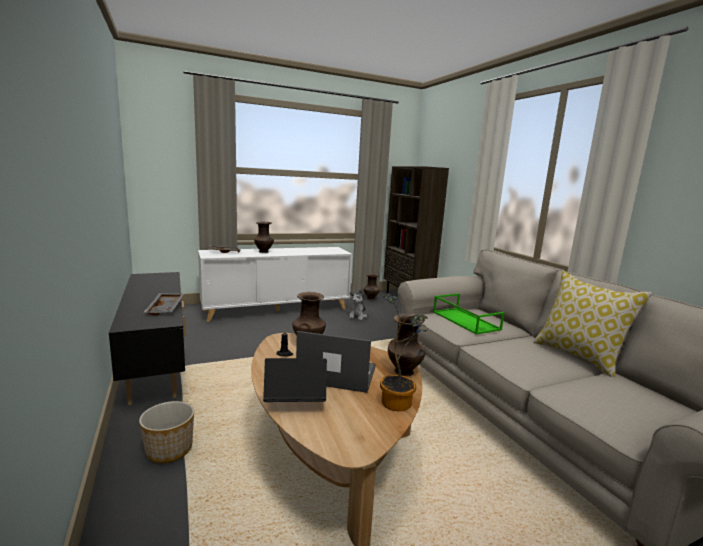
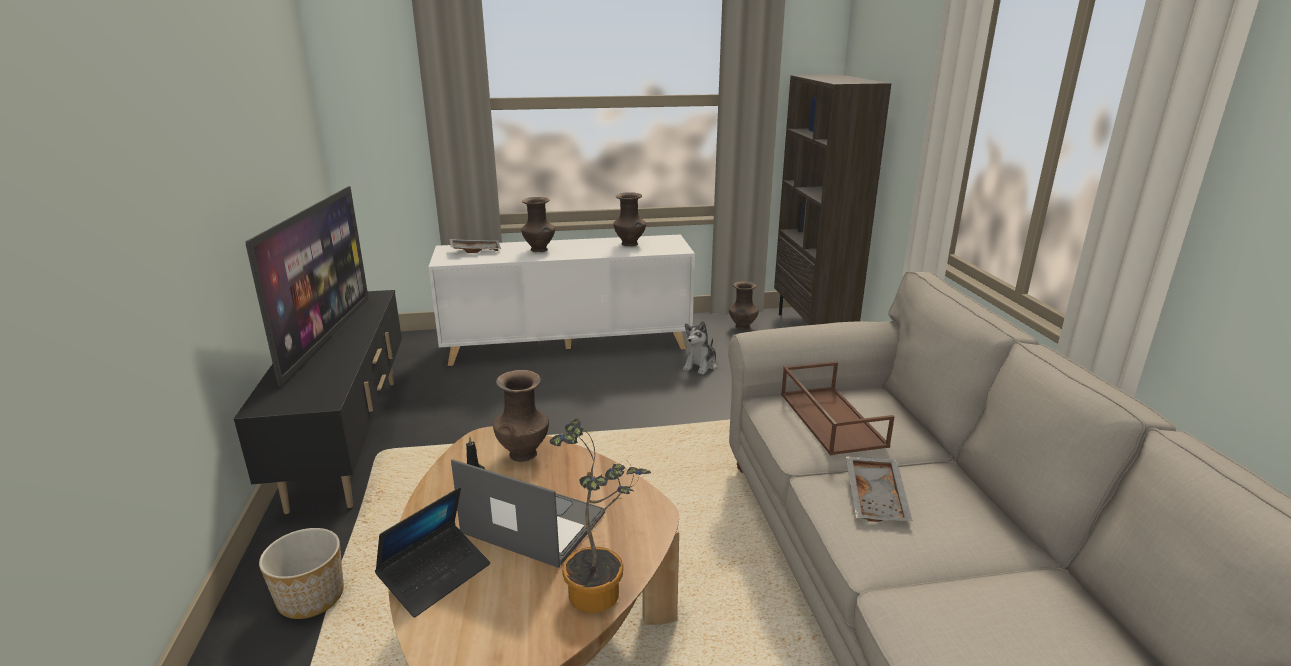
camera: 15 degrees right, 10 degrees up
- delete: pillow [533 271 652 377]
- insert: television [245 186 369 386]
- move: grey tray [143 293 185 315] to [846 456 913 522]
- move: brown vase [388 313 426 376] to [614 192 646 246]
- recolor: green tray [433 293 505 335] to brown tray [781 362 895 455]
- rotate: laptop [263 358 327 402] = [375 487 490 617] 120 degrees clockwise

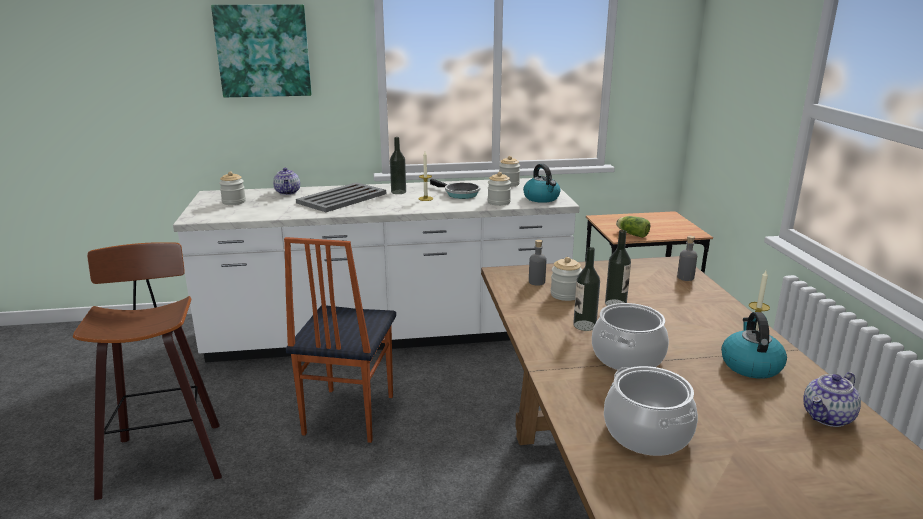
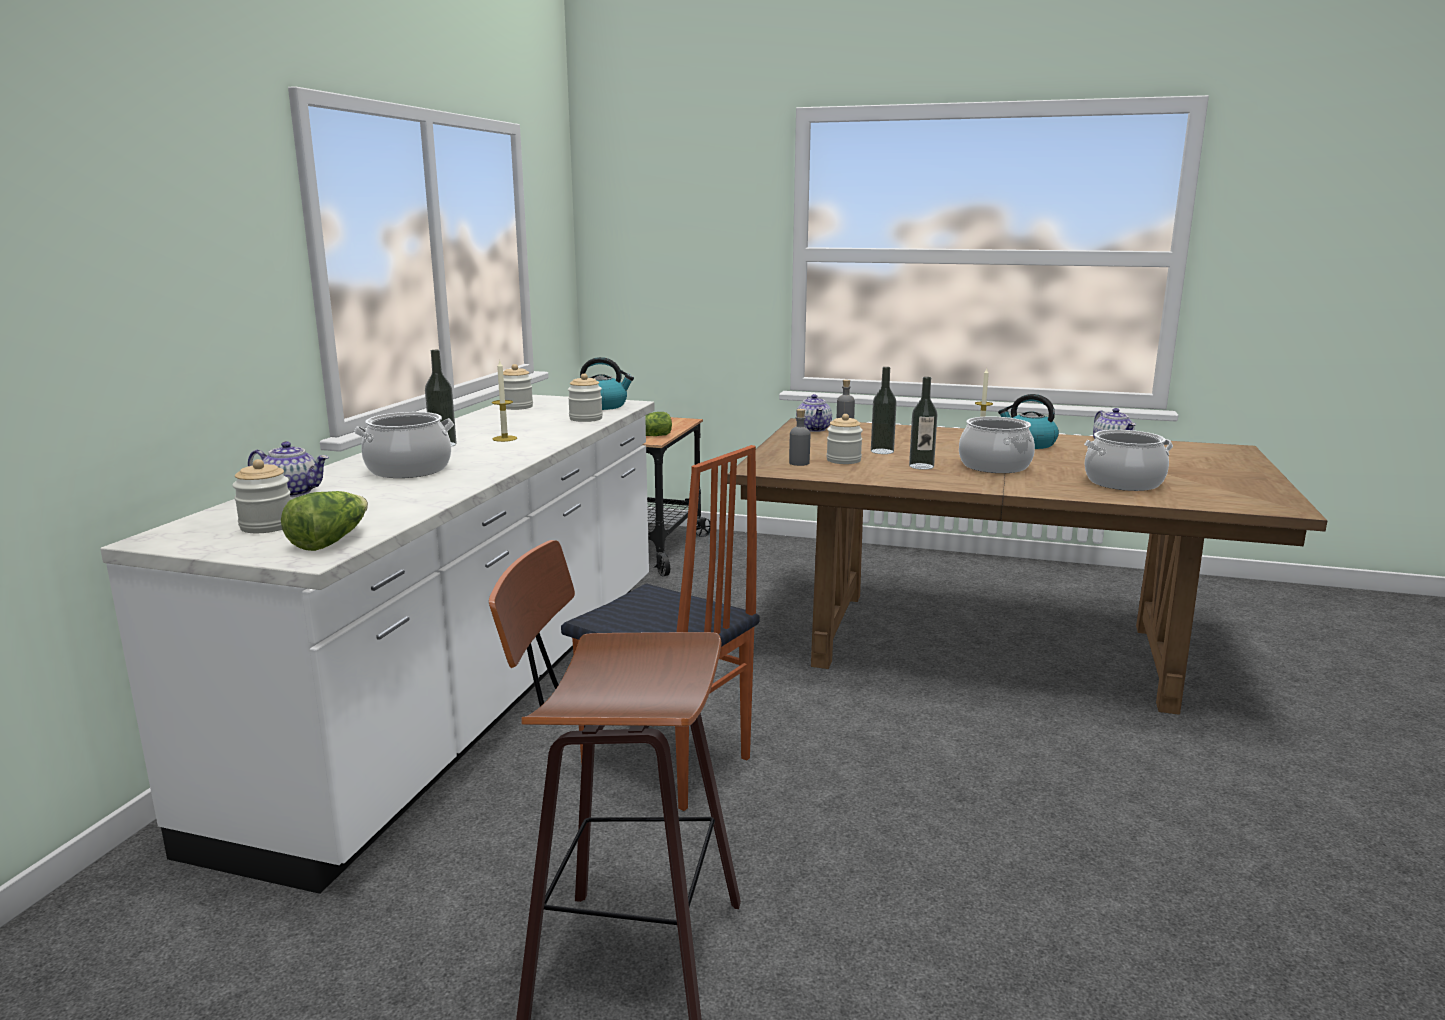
camera: 65 degrees left, 5 degrees down
- delete: picture [211 4 312 97]
- delete: frying pan [430 179 480 199]
- insert: lettuce [281 491 368 551]
- insert: teapot [796 394 832 432]
- replace: grey tray [296 182 386 212] to cooking pot [354 412 454 478]

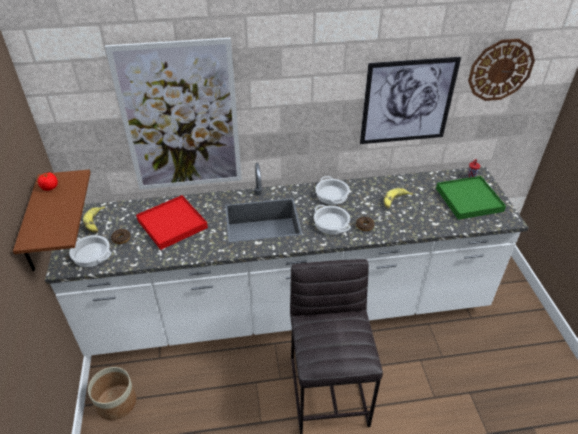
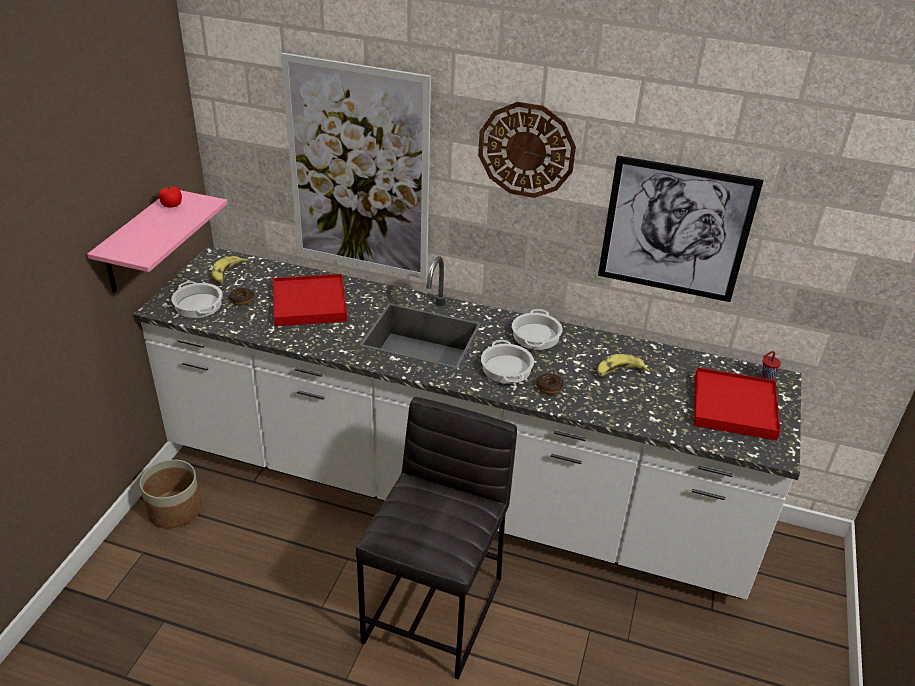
camera: 25 degrees right, 5 degrees down
- move: wall clock [468 39 535 101] to [478 102 576 198]
- recolor: brown shelf [13 170 91 271] to pink shelf [87 190 228 292]
- recolor: green tray [436 176 506 220] to red tray [694 367 780 441]

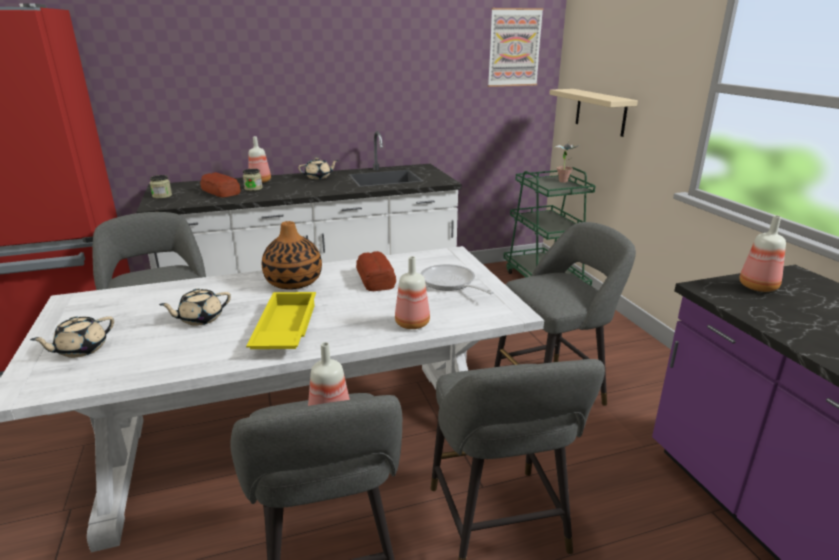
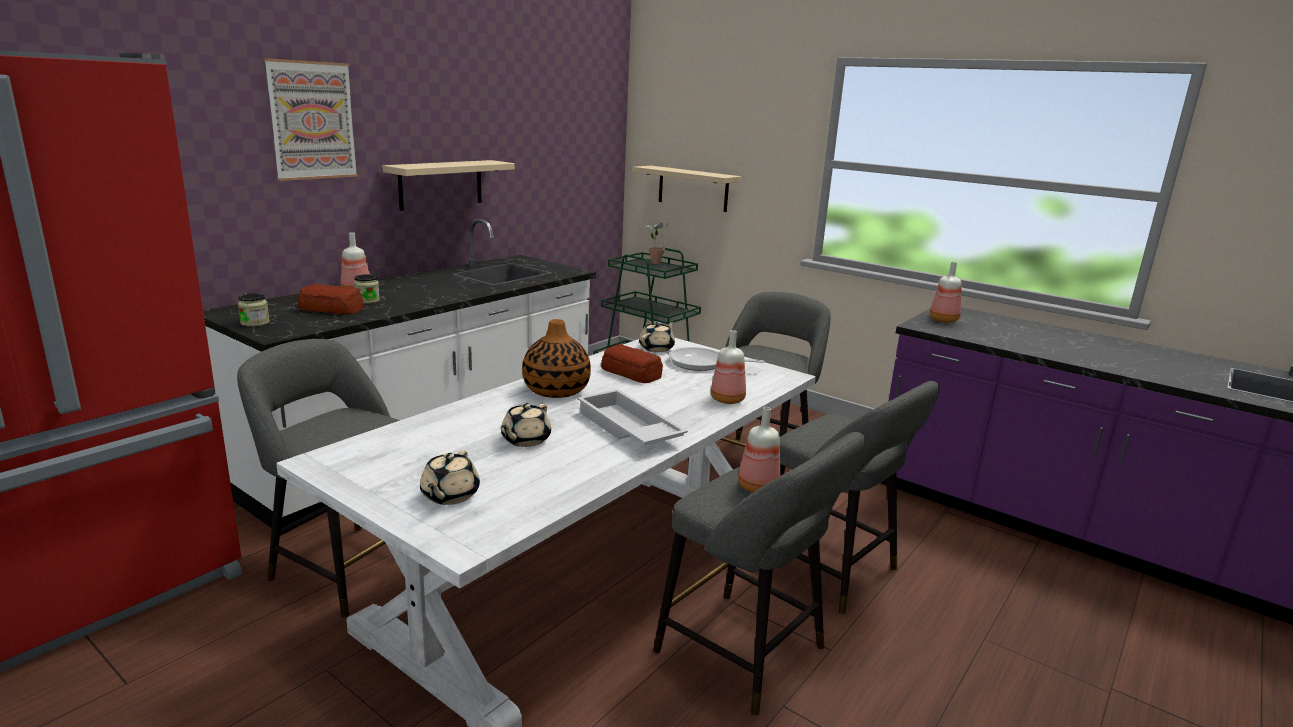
camera: 35 degrees left, 5 degrees down
- insert: beige shelf [382 160 515 211]
- move: beige teapot [298 157 338 179] to [639 321 675 352]
- move: picture [488 8 544 87] to [264 58 358 181]
- recolor: yellow tray [246 292 316 349] to white tray [577 389 688 446]

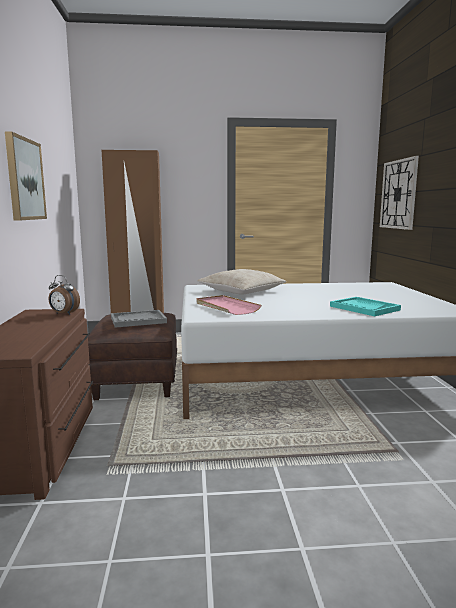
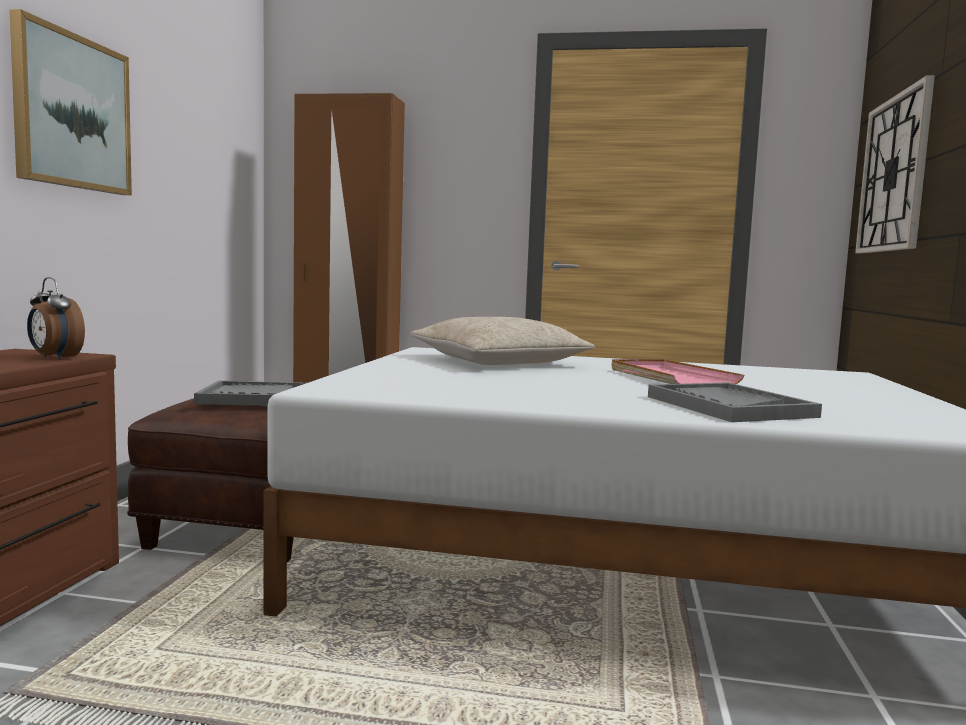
camera: 15 degrees right, 5 degrees down
- move: pink tray [196 295 262 315] to [611 359 744 384]
- recolor: turquoise tray [330 297 401 316] to grey tray [648 382 822 422]

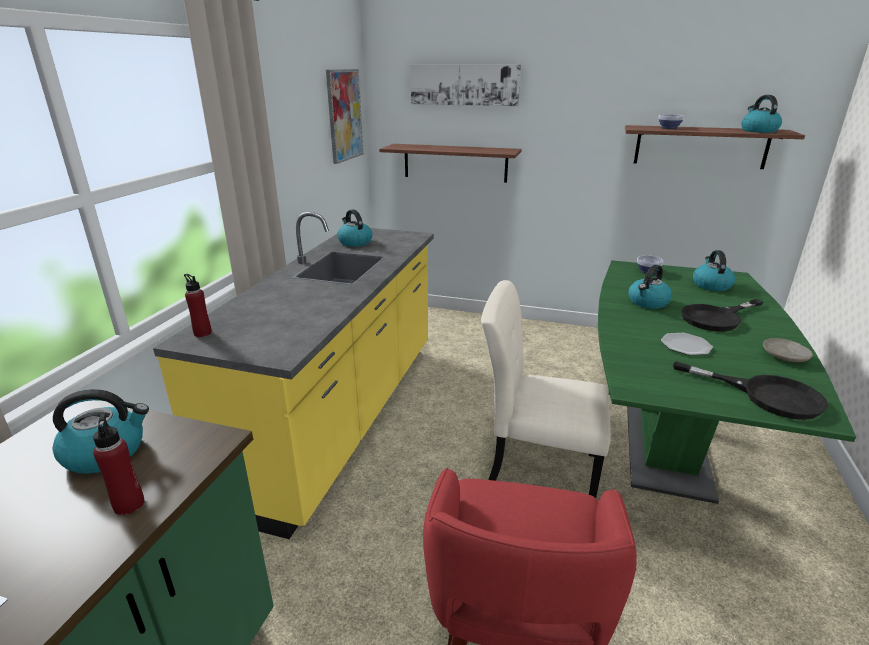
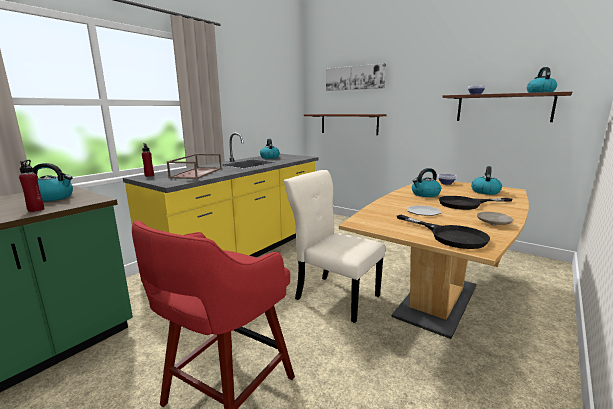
camera: 20 degrees right, 10 degrees down
- delete: picture [326 69 363 164]
- insert: brown tray [167 154 222 179]
- recolor: green dining table [598 260 856 504] to brown dining table [339 179 529 339]

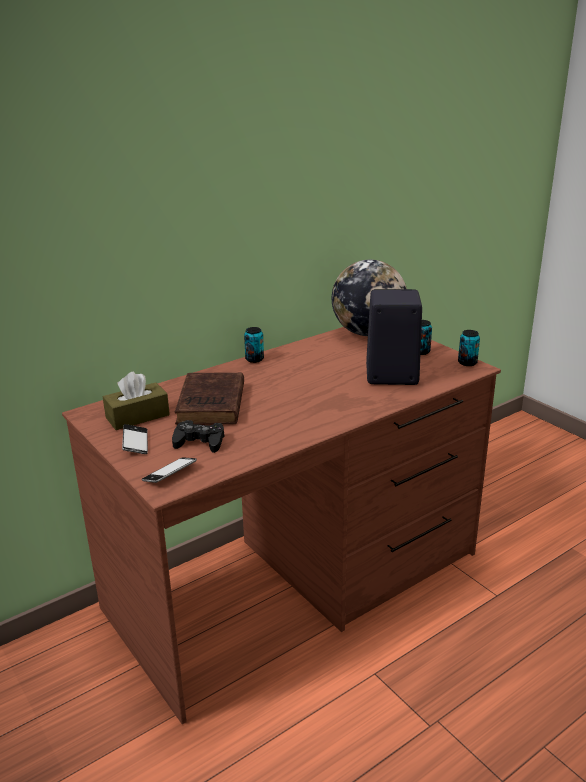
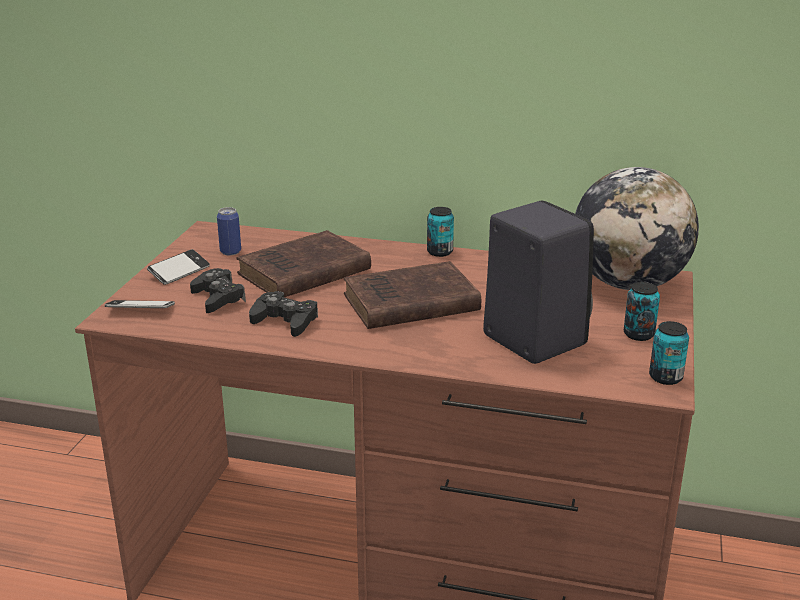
camera: 50 degrees right, 0 degrees up
- insert: black game controller [249 291 318 337]
- insert: brown book [344 261 481 329]
- replace: brown tissue box [103 371 170 430] to can [217 207 241 255]

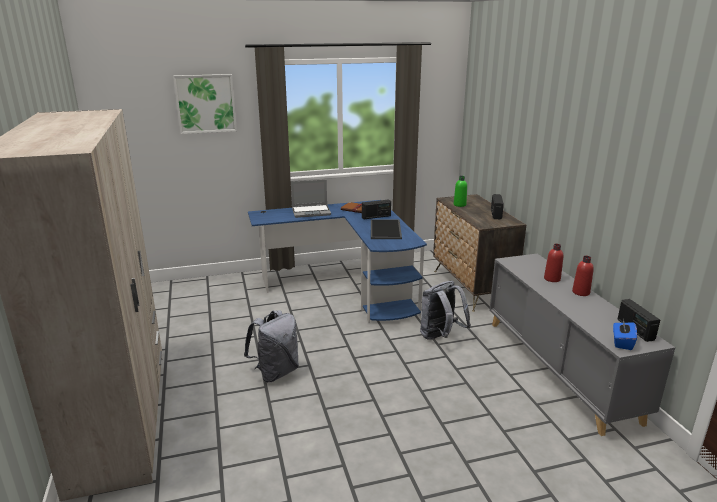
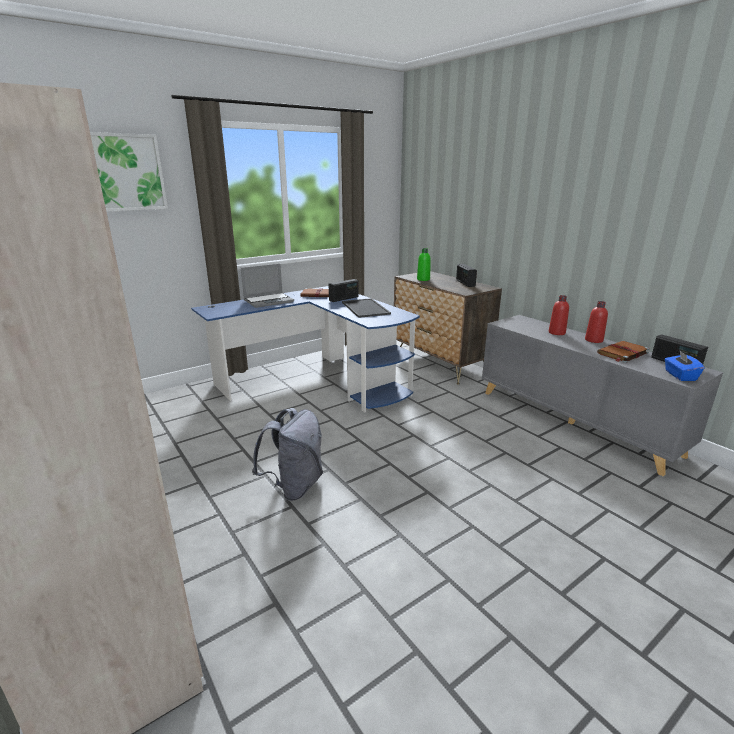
camera: 20 degrees left, 0 degrees up
- delete: grey backpack [420 281 471 340]
- insert: brown book [597 341 650 363]

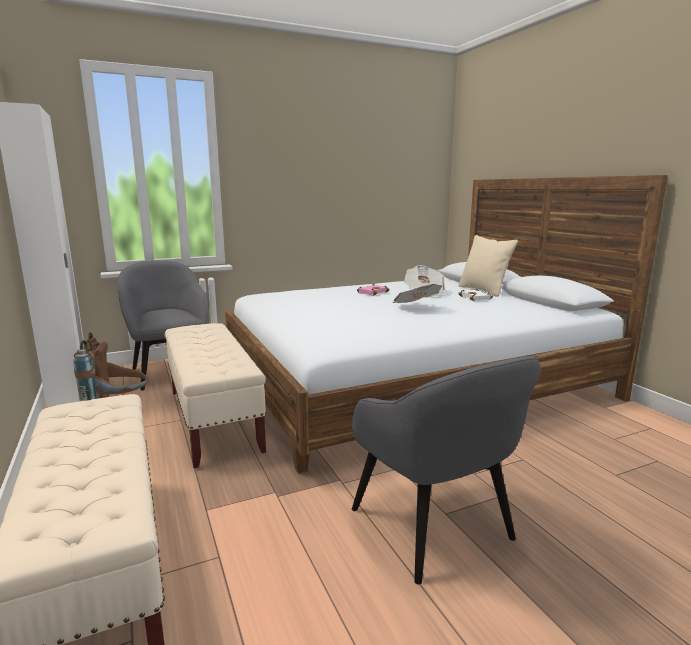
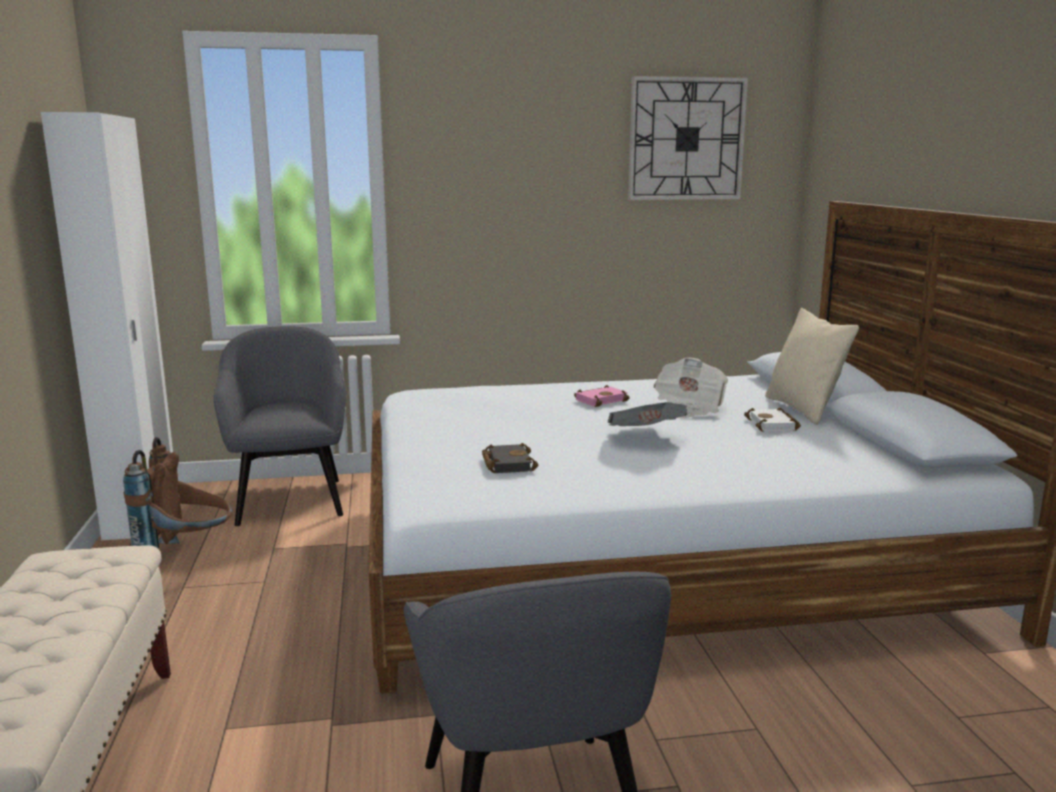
camera: 15 degrees right, 0 degrees up
- delete: beige bench [165 323 266 468]
- insert: black book [482 443 538 473]
- insert: wall clock [628 76 748 200]

